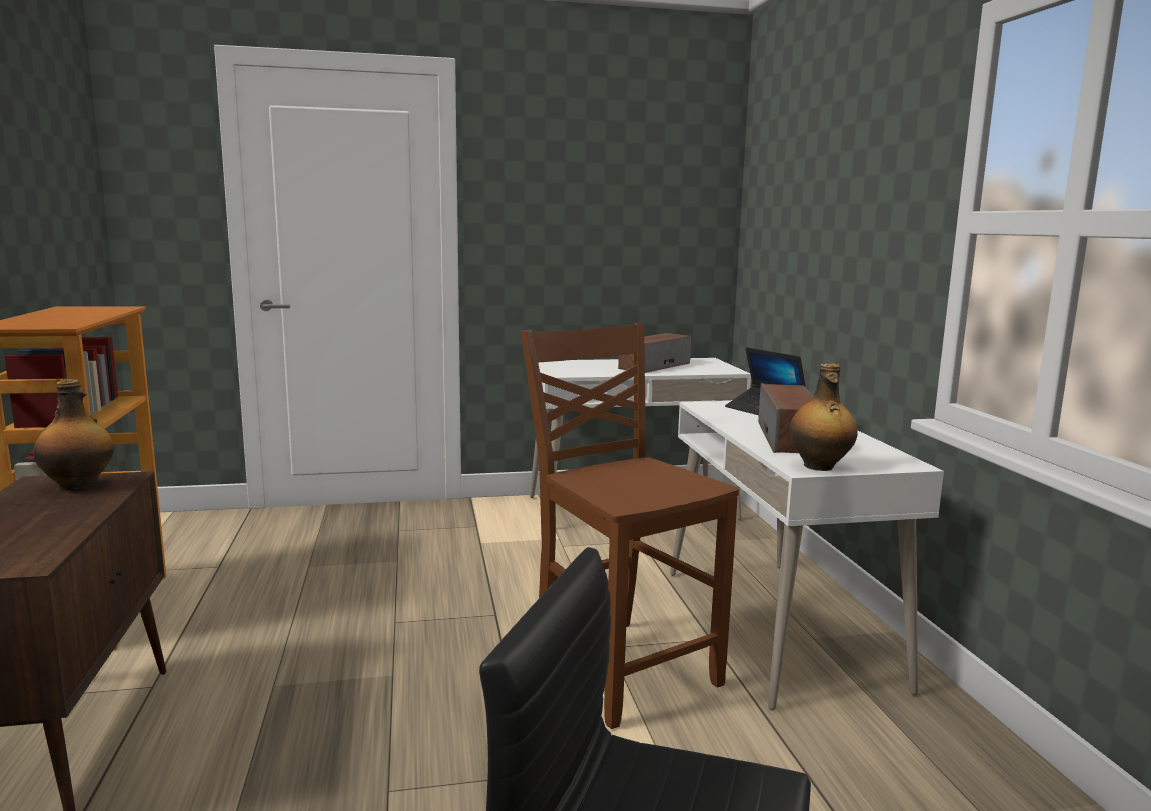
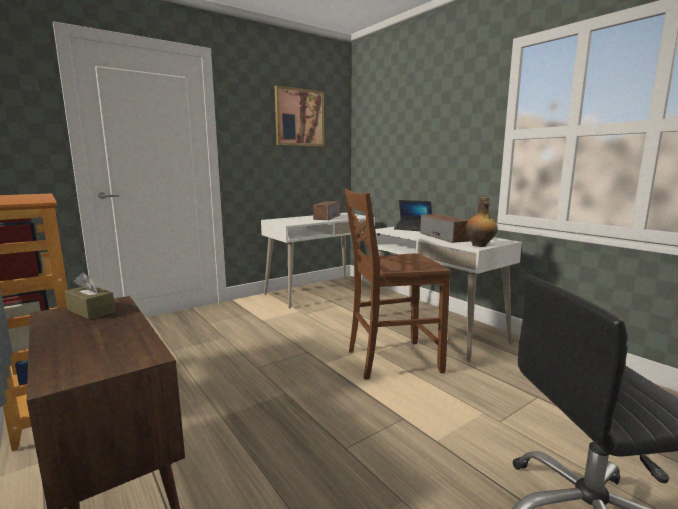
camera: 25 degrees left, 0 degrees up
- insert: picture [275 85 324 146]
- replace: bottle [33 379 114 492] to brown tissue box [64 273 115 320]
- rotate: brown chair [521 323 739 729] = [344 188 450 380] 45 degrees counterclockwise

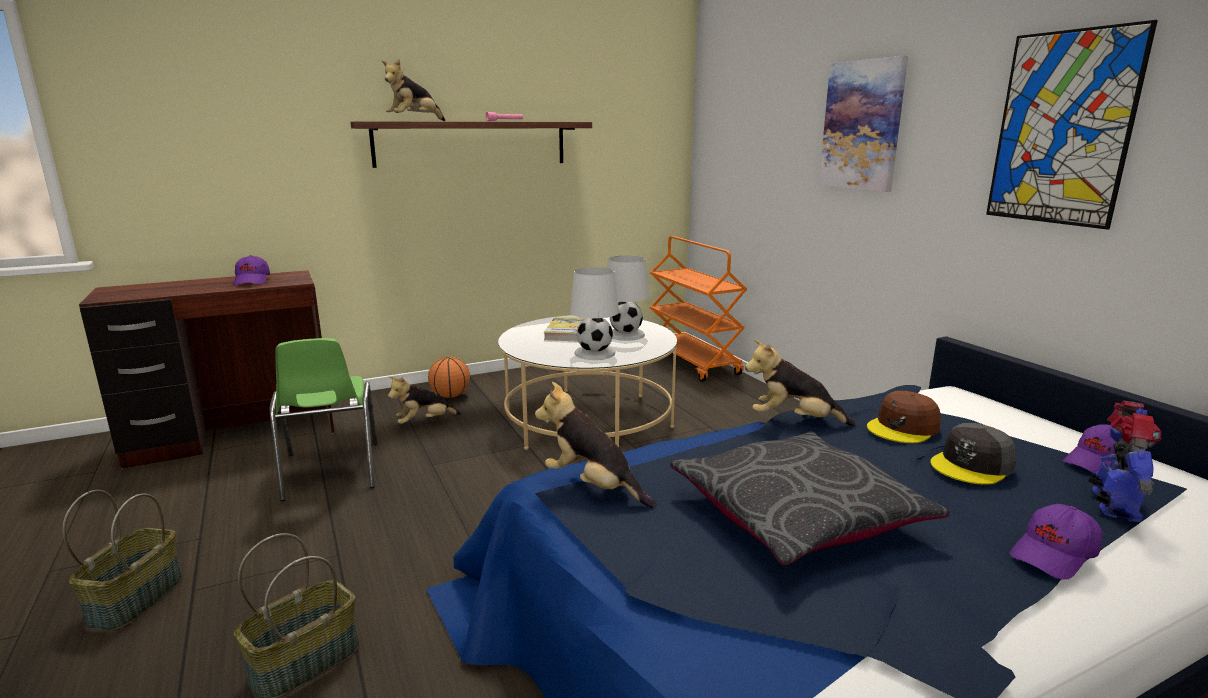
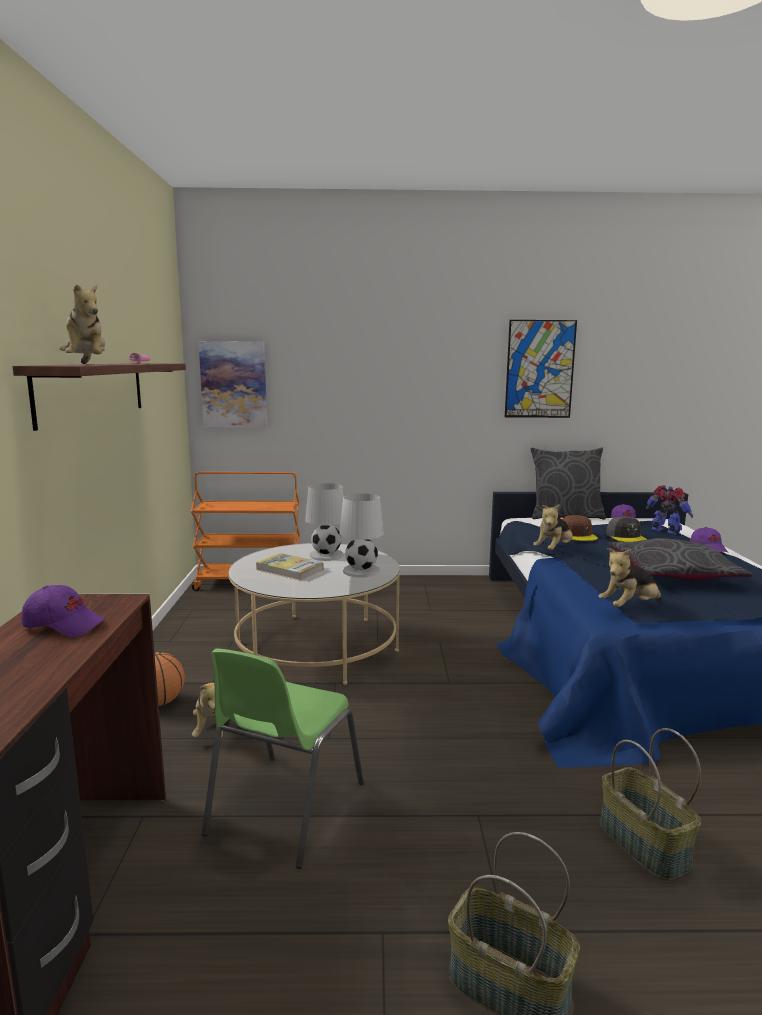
camera: 65 degrees left, 5 degrees down
- insert: grey pillow [531 448 606 520]
- move: picture [819 56 908 192] to [199 341 267 428]
- rotate: green chair [270 338 377 501] = [202 648 364 869] 105 degrees clockwise

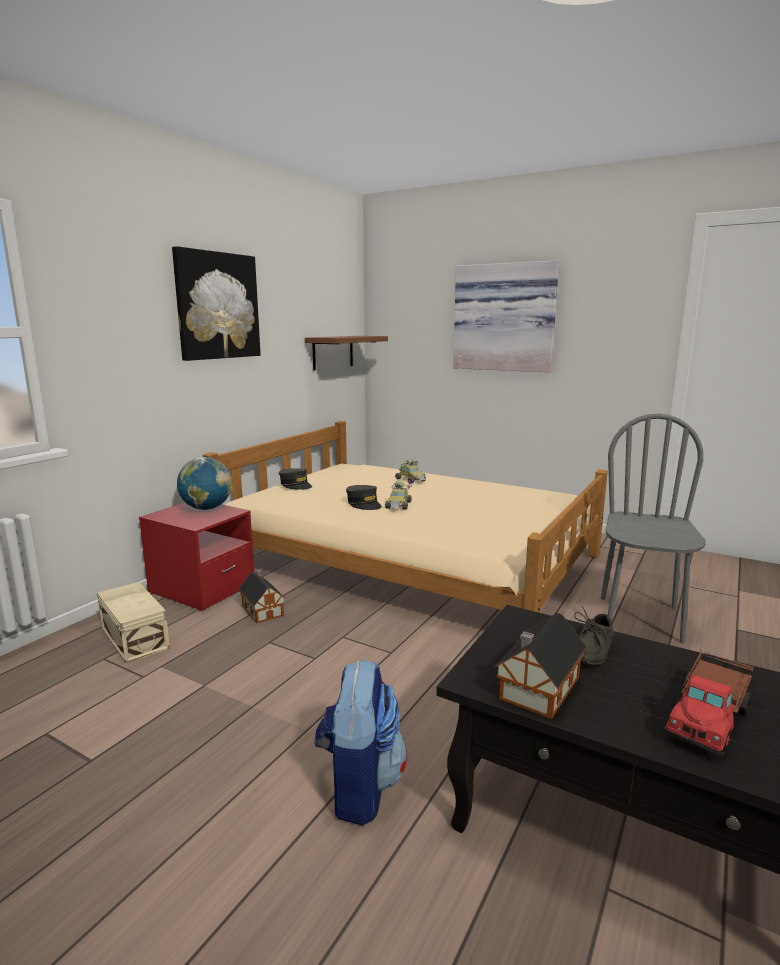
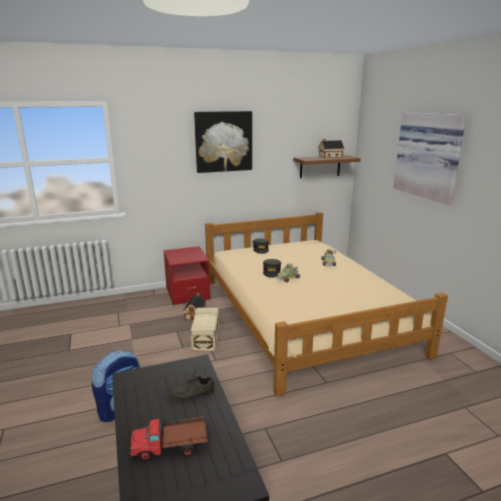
camera: 40 degrees right, 5 degrees up
- delete: globe [177 457 232 510]
- delete: grey chair [601 414 706 643]
- move: beige storage box [97 582 170 663] to [191 308 219 351]
- move: toy house [495 613 587 719] to [318 139 344 158]

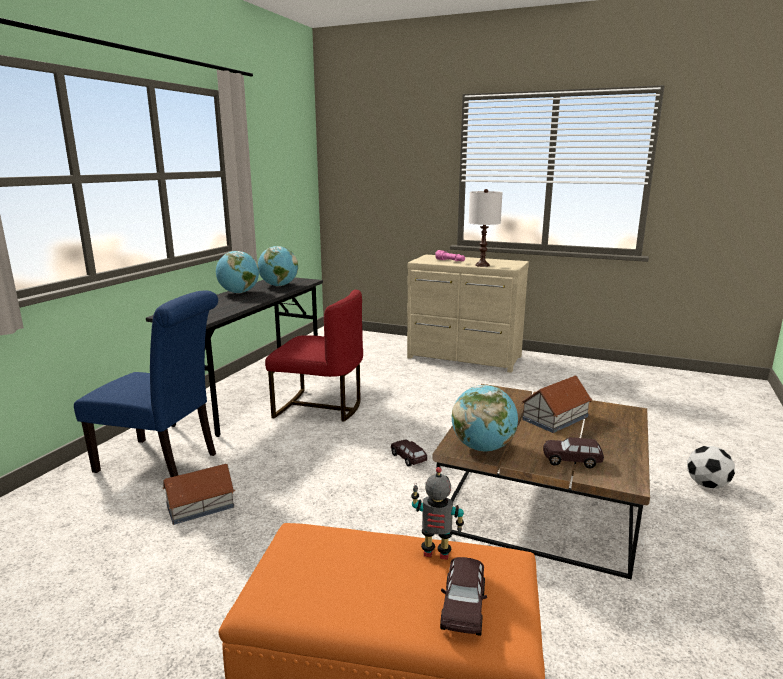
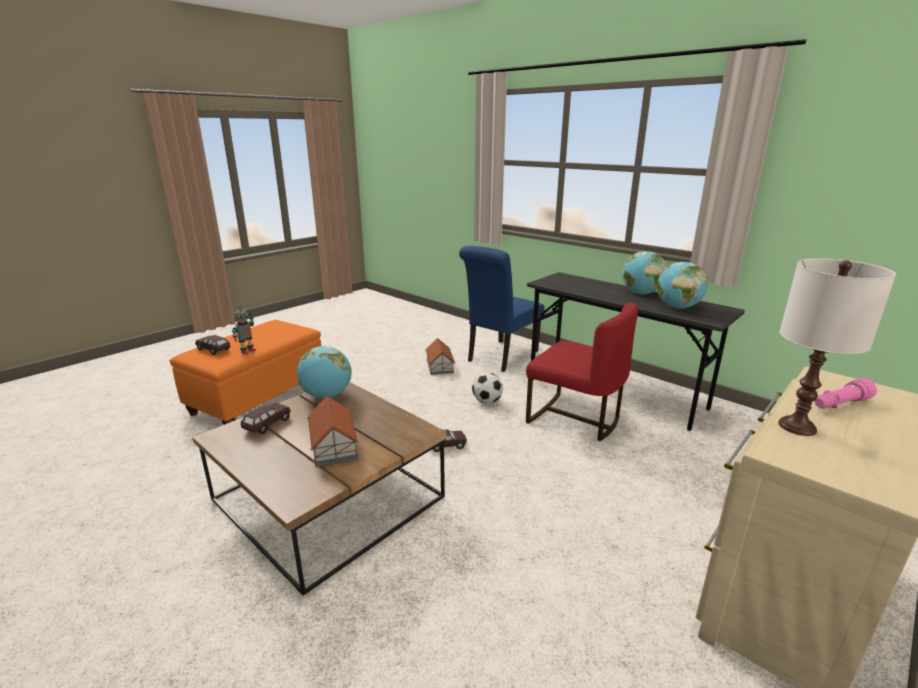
camera: 110 degrees right, 5 degrees up
- move: football [687 446 735 488] to [472 373 503 404]
- rotate: red chair [265 290 363 421] = [526 302 638 441] 90 degrees counterclockwise

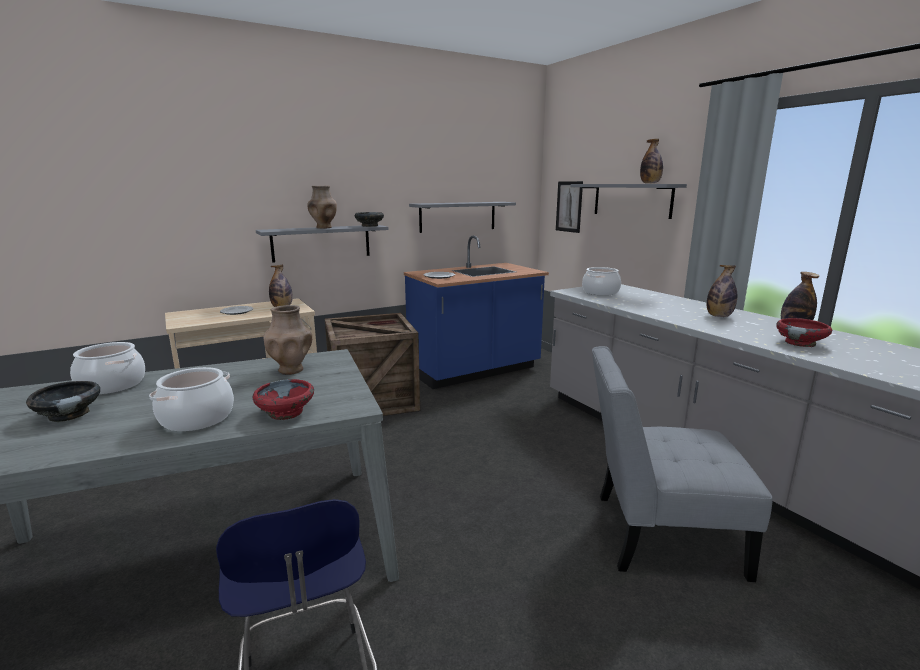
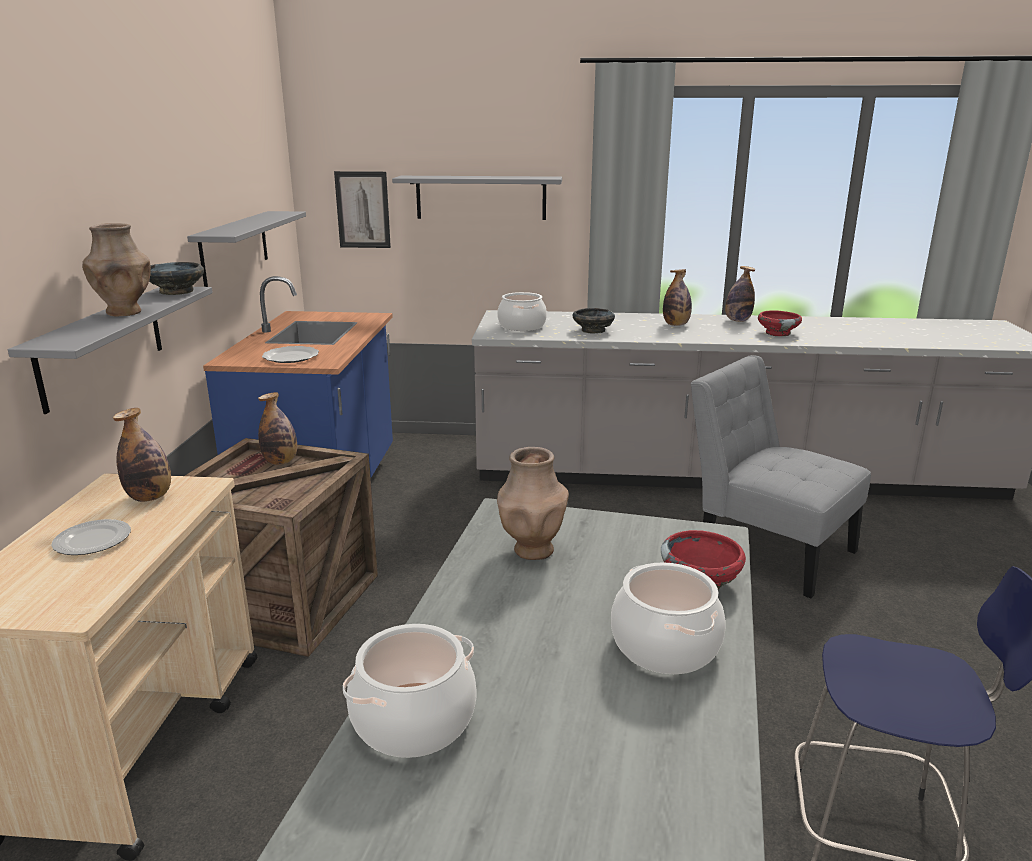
camera: 55 degrees left, 5 degrees up
- move: black bowl [26 381 100 422] to [573 308 615 334]
- move: bottle [640 139 663 184] to [258 392 297 465]
- rotate: grey chair [592 346 773 582] = [690 355 871 598] 90 degrees clockwise

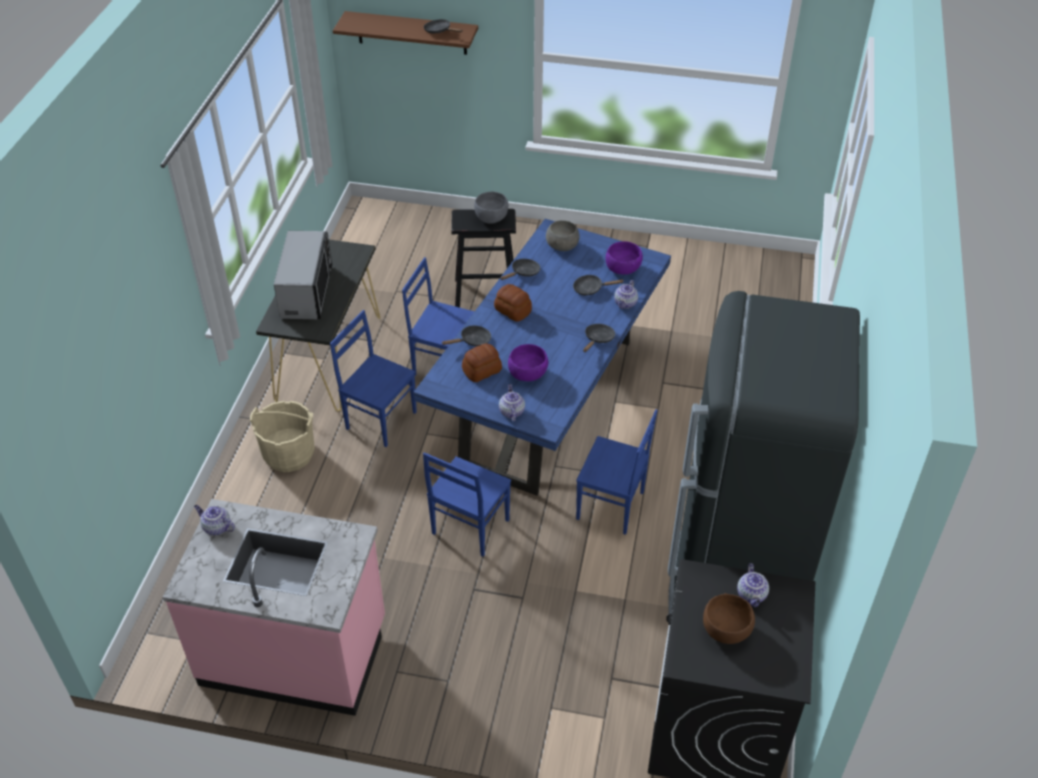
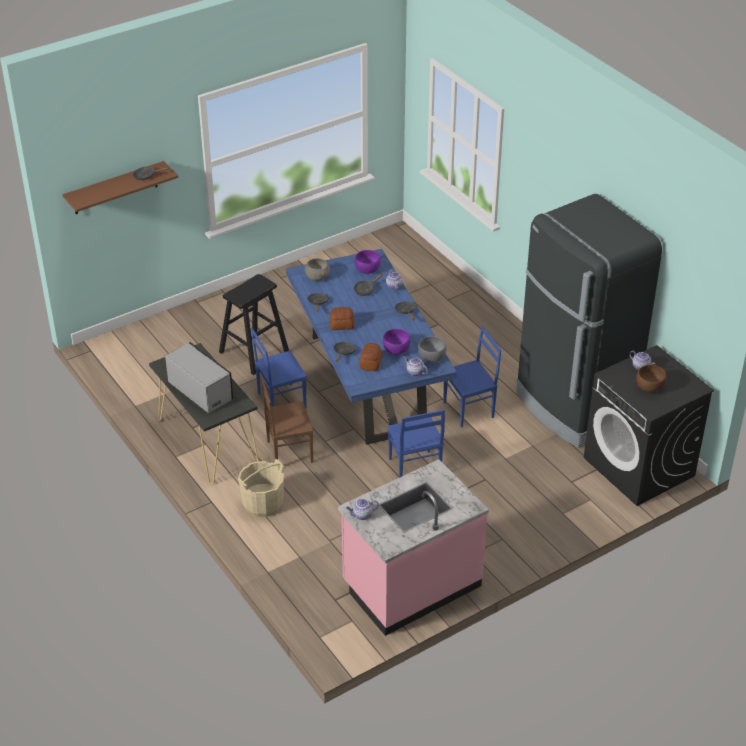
camera: 45 degrees left, 5 degrees down
- move: grey bowl [474 192 509 224] to [418 336 446 362]
- recolor: blue chair [330 310 417 447] to brown chair [260 375 313 463]

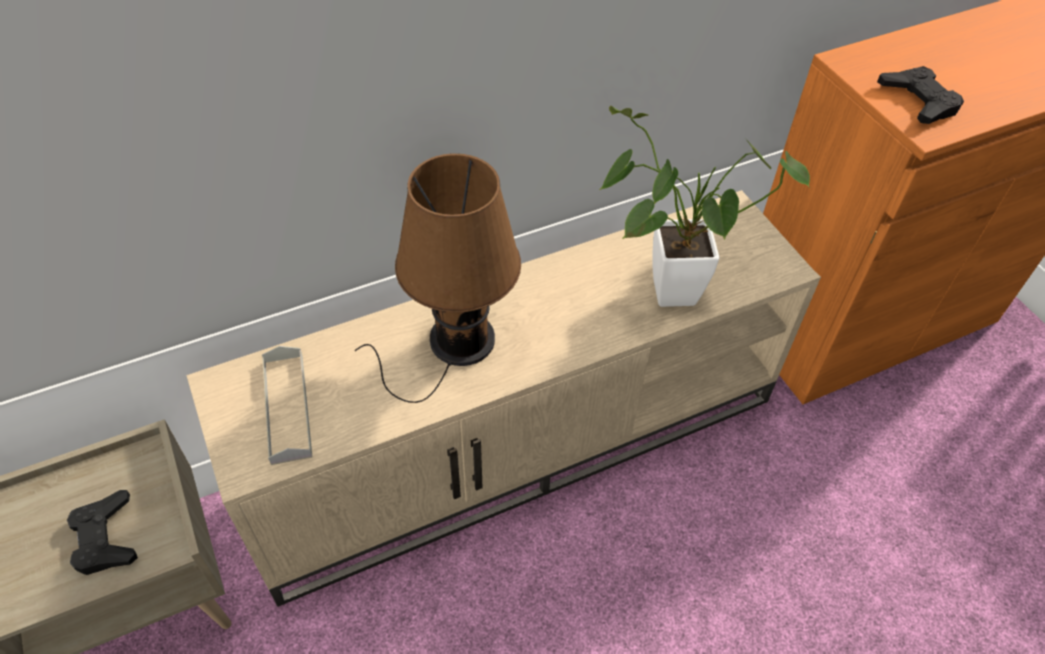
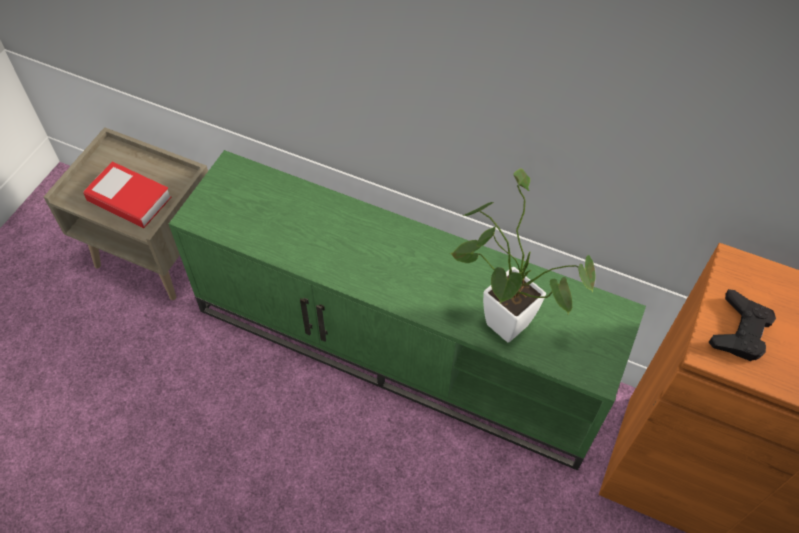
camera: 50 degrees right, 5 degrees up
- delete: grey tray [262 346 312 465]
- delete: brown table lamp [355 153 521 403]
- replace: black game controller [67 490 138 575] to book [83 161 171 228]
- recolor: beige tv stand [186 190 821 607] to green tv stand [169 150 646 470]

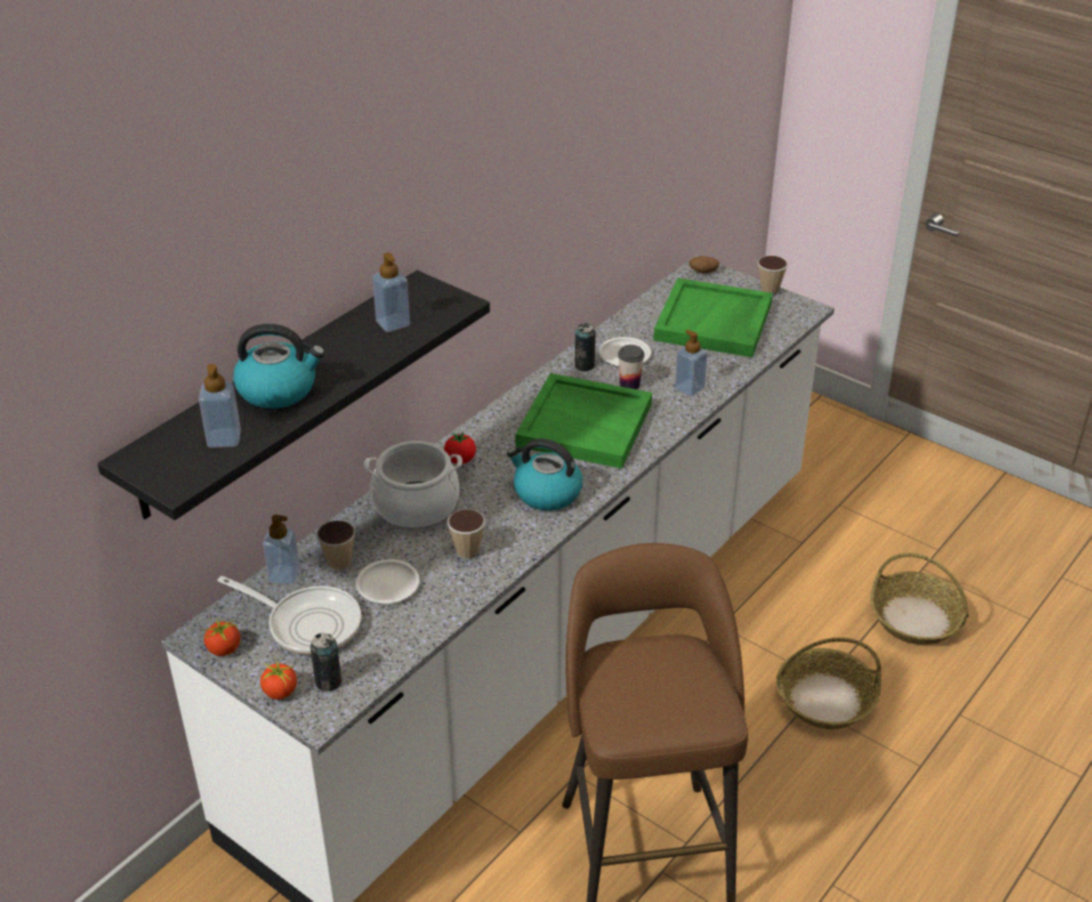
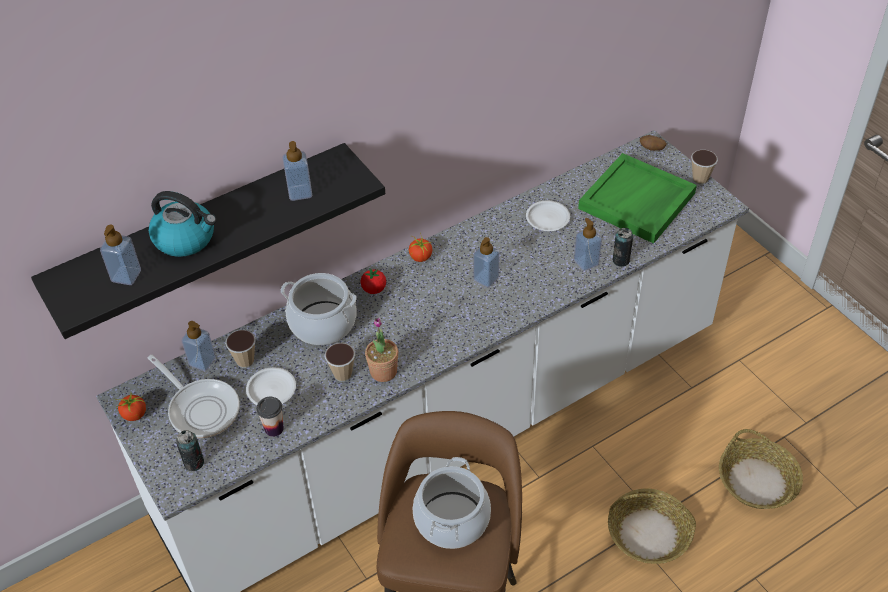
camera: 20 degrees right, 10 degrees up
- delete: kettle [507 438 583 511]
- insert: potted plant [365 318 398 382]
- insert: cooking pot [412 457 491 549]
- move: tomato [260 656 297 700] to [409 233 432 262]
- move: can [575 323 596 371] to [613 228 633 267]
- move: cup [618 345 645 390] to [256 397 284 437]
- replace: green tray [515 373 652 469] to soap dispenser [473 237 500 287]

